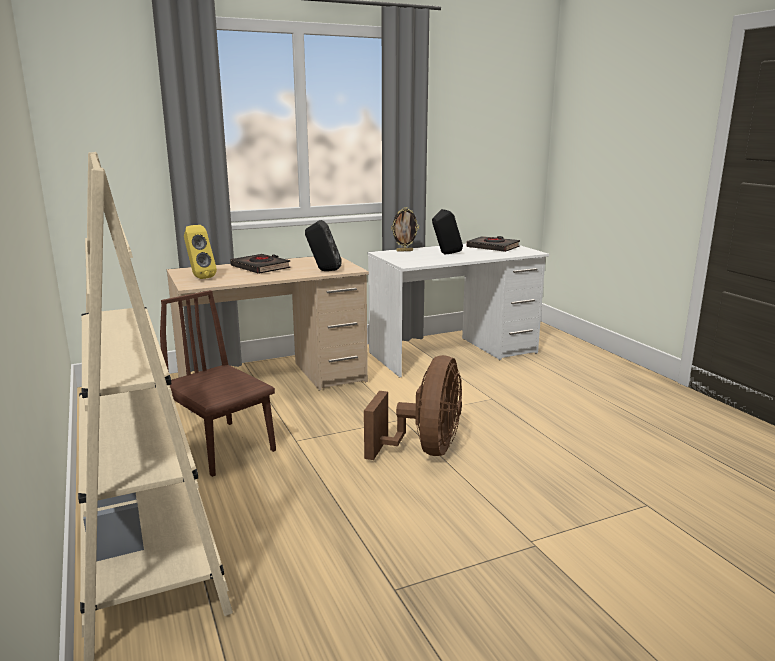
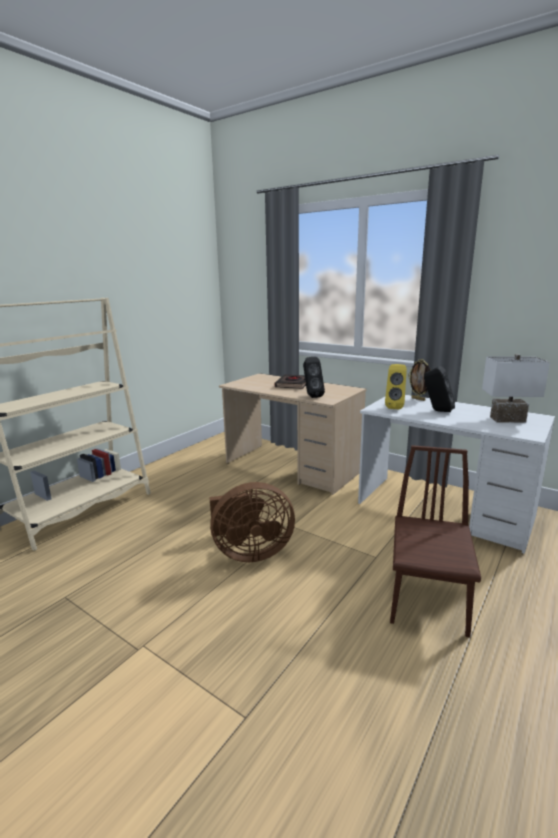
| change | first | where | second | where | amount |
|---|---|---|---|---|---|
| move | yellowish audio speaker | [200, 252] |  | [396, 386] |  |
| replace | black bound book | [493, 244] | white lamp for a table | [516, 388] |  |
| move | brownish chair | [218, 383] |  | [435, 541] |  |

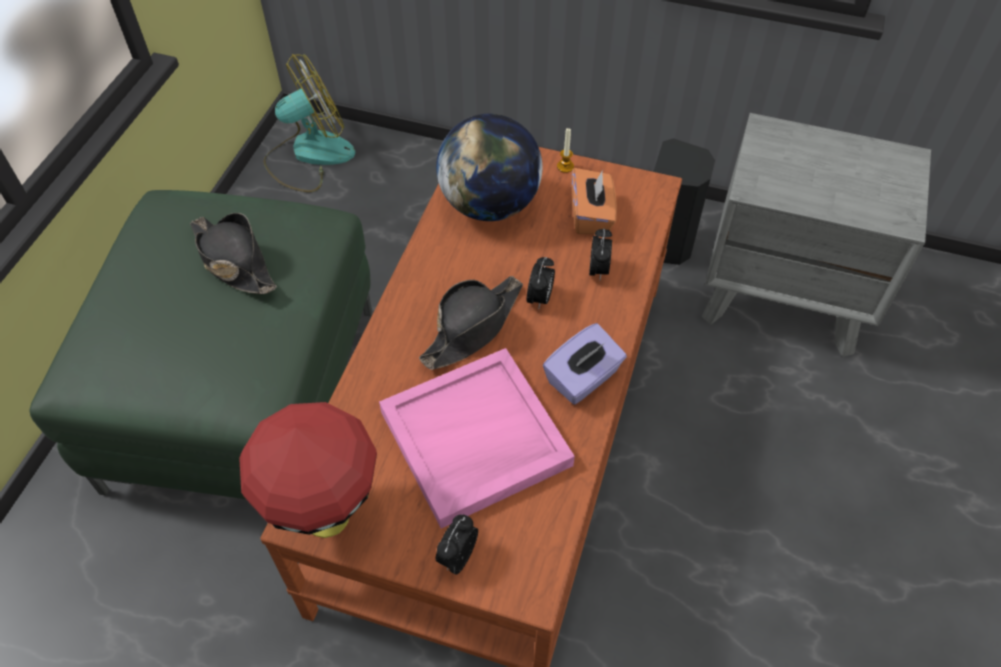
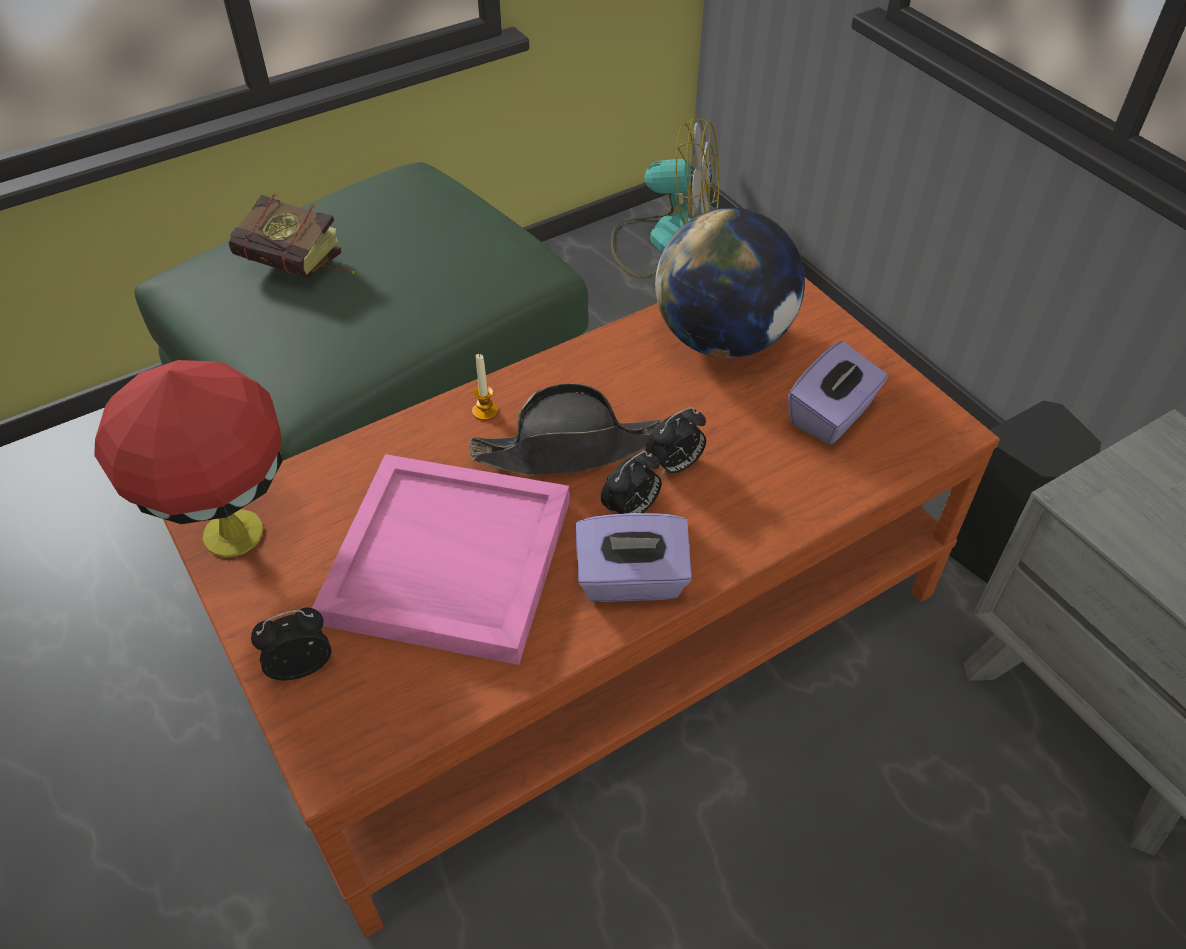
| change | first | where | second | where | amount |
|---|---|---|---|---|---|
| move | wax candle | [565, 150] |  | [485, 387] |  |
| recolor | orange tissue holder | [594, 201] | purplish tissue holder | [838, 393] |  |
| delete | black hat | [233, 253] |  |  |  |
| move | alarm clock | [600, 254] |  | [631, 482] |  |
| insert |  |  | bound book | [292, 235] |  |

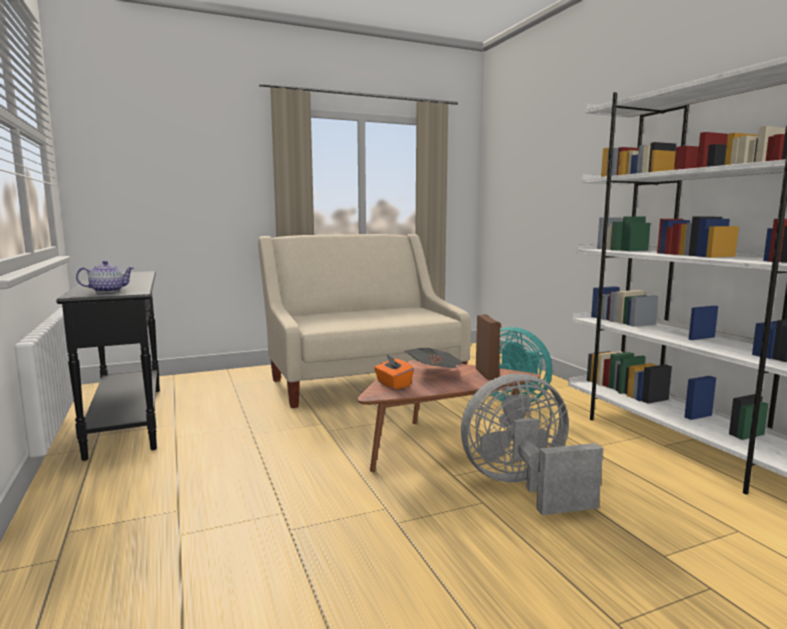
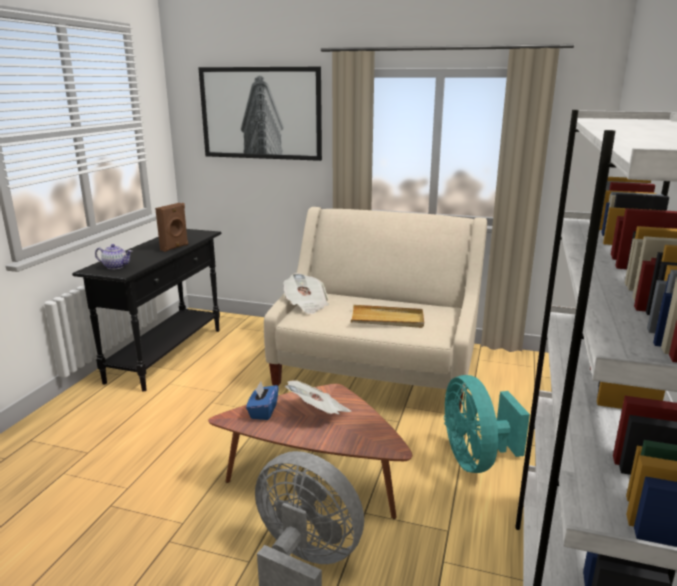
| change | first | where | second | where | amount |
|---|---|---|---|---|---|
| move | brownish audio speaker | [488, 347] |  | [171, 227] |  |
| recolor | orange tissue holder | [394, 372] | blue tissue holder | [262, 401] |  |
| insert |  |  | wall art | [260, 114] |  |
| insert |  |  | daily paper | [306, 293] |  |
| insert |  |  | sand-coloured serving tray | [387, 316] |  |

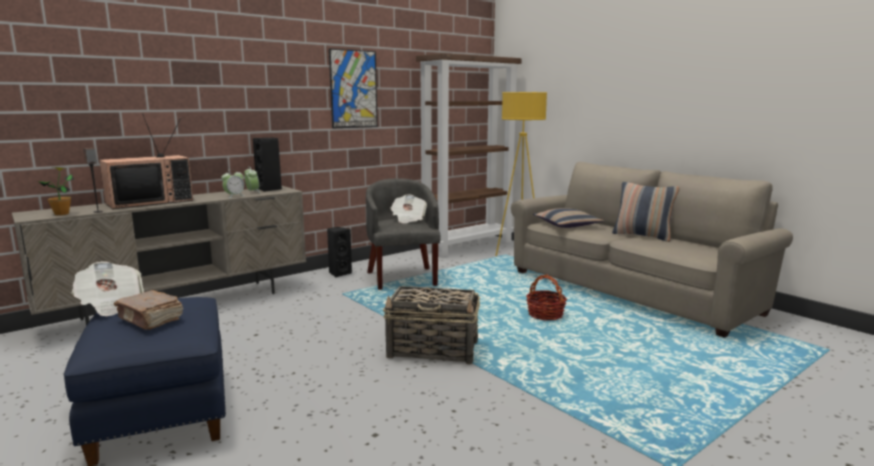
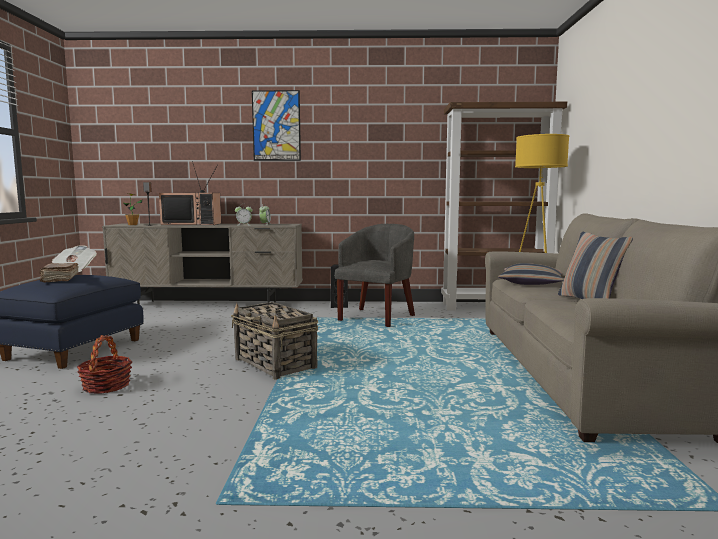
| change | first | where | second | where | amount |
|---|---|---|---|---|---|
| move | wall art | [353, 88] |  | [276, 125] |  |
| delete | black audio speaker | [267, 165] |  |  |  |
| delete | daily paper | [408, 208] |  |  |  |
| move | household basket | [546, 298] |  | [104, 364] |  |

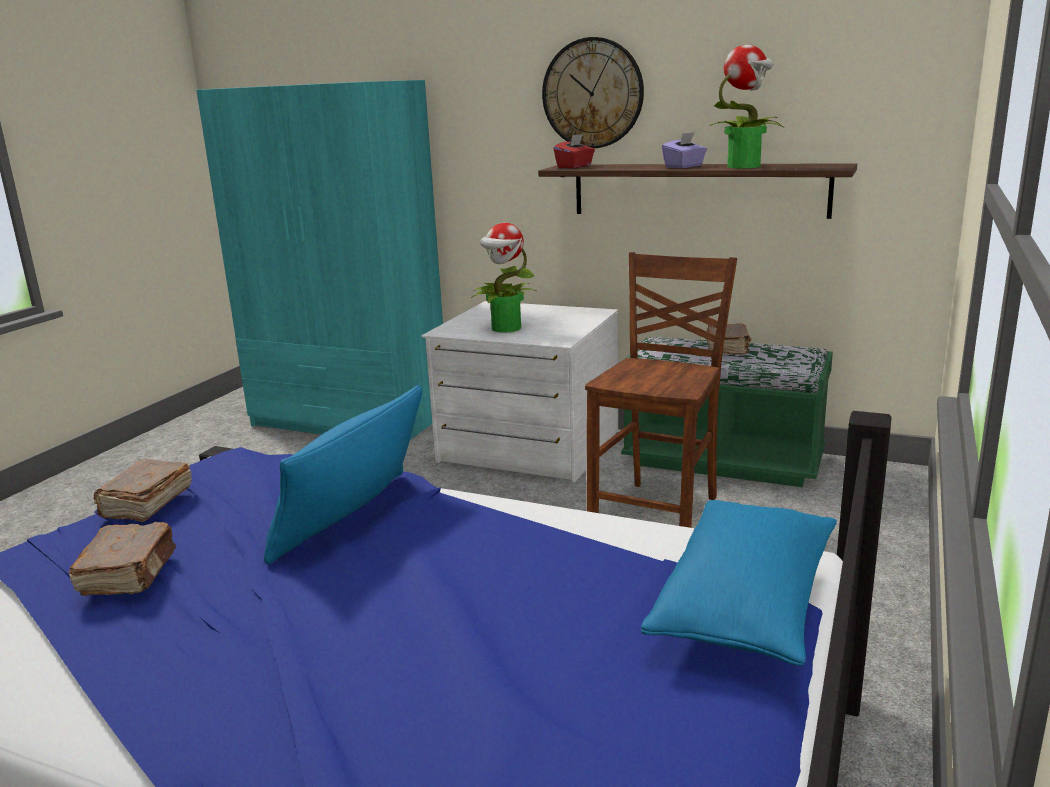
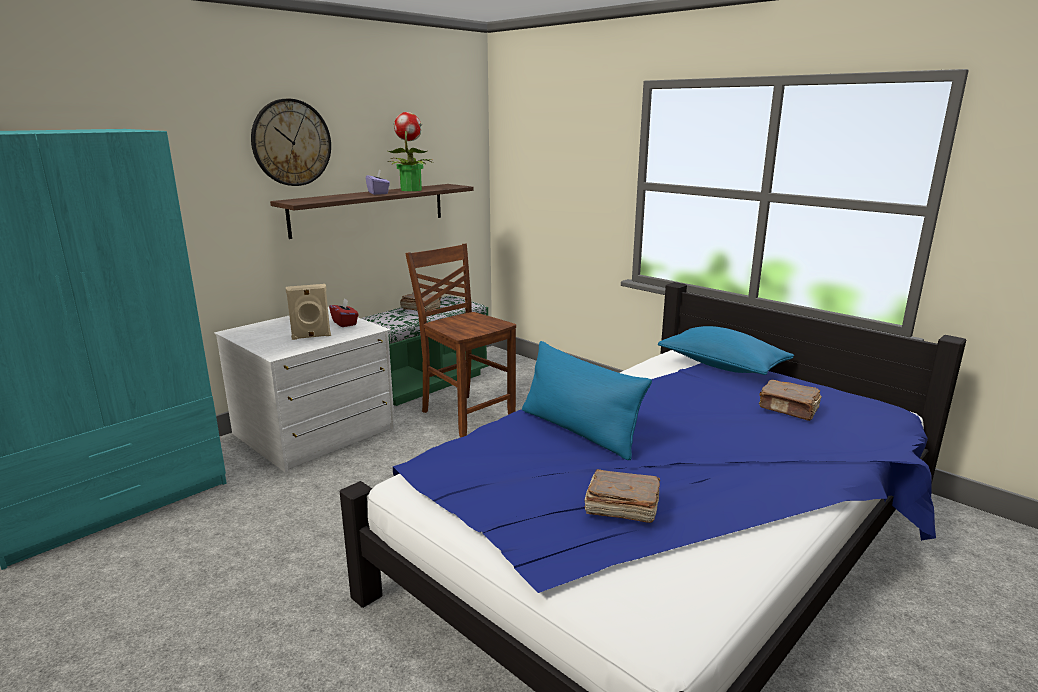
| change | first | where | second | where | amount |
|---|---|---|---|---|---|
| move | red tissue holder | [574, 151] |  | [344, 312] |  |
| replace | plant in a pot | [504, 277] | sand-coloured audio speaker | [308, 312] |  |
| move | brownish bound book | [143, 490] |  | [790, 400] |  |

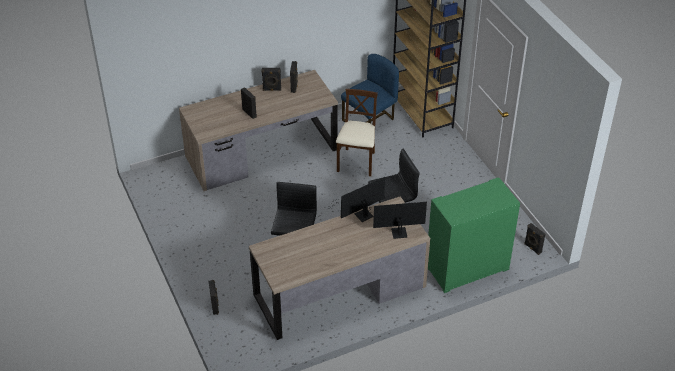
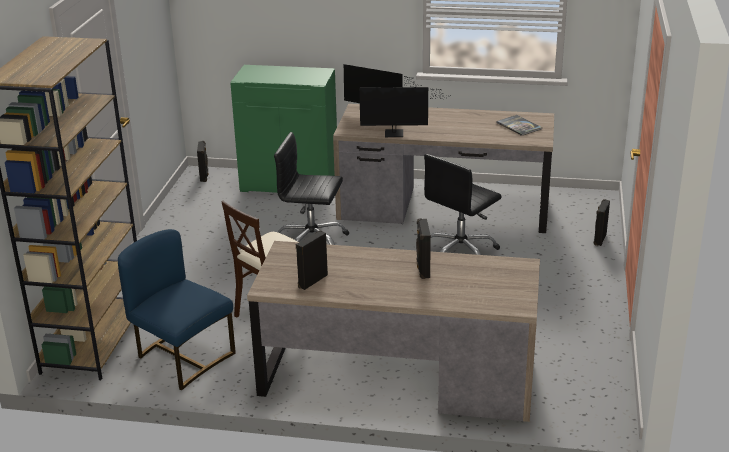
| change | first | where | second | where | amount |
|---|---|---|---|---|---|
| rotate | blue chair | [370, 88] |  | [177, 309] | 45 degrees clockwise |
| delete | black audio speaker | [271, 79] |  |  |  |
| insert |  |  | bound book | [519, 125] |  |

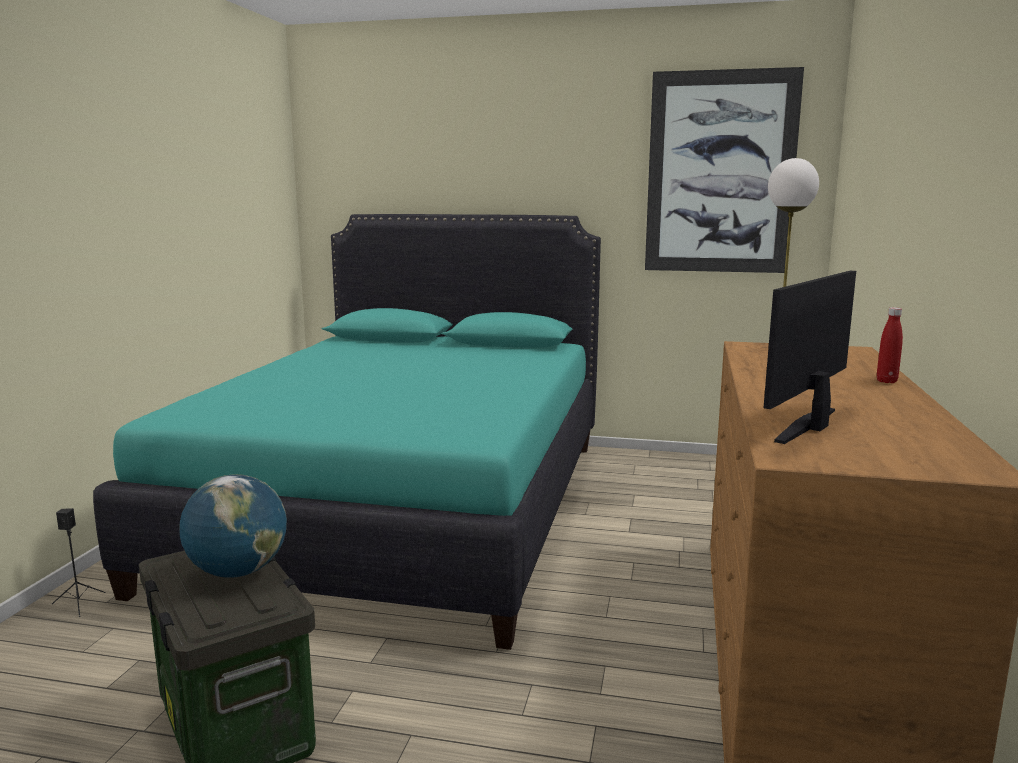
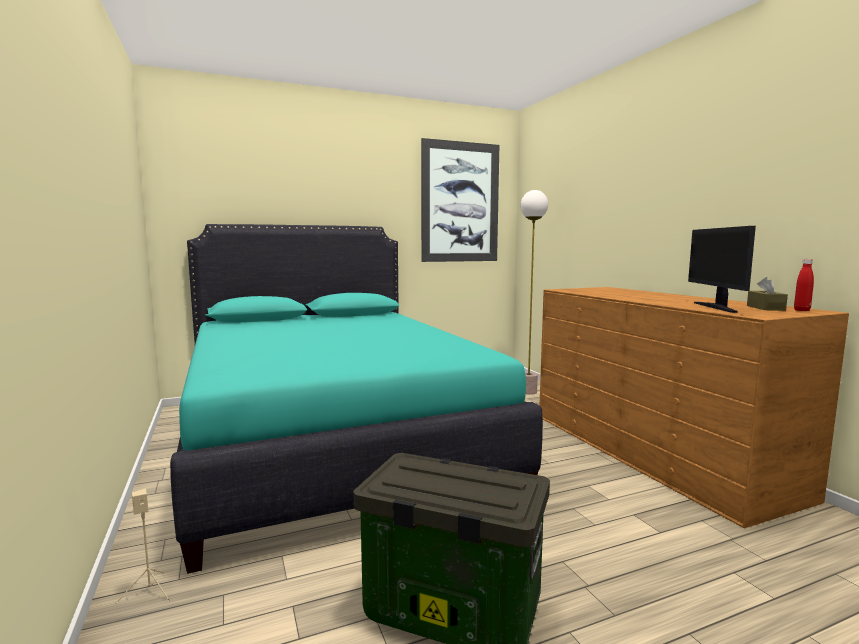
| change | first | where | second | where | amount |
|---|---|---|---|---|---|
| move | red beverage bottle | [890, 345] |  | [804, 285] |  |
| delete | desk globe | [233, 525] |  |  |  |
| recolor | black audio speaker | [79, 562] | sand-coloured audio speaker | [143, 546] |  |
| insert |  |  | brownish tissue holder | [767, 294] |  |

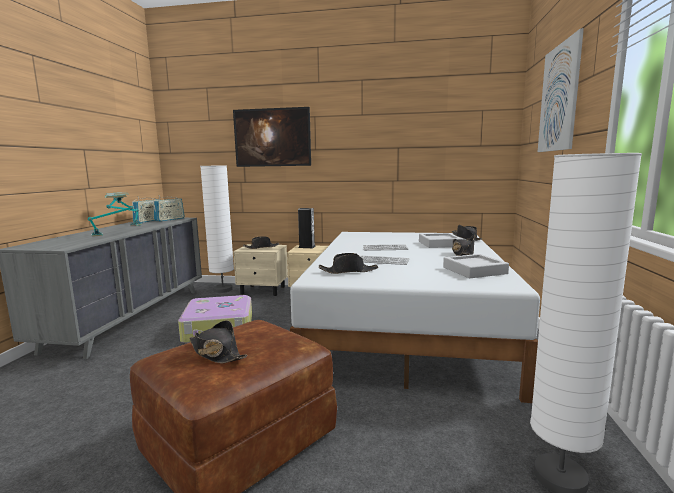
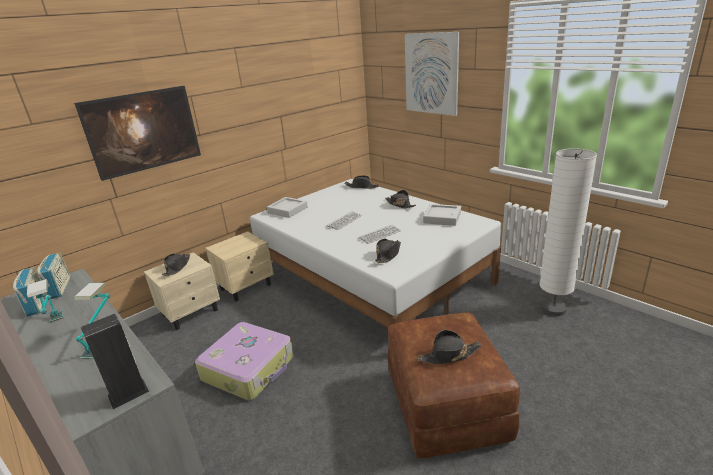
| change | first | where | second | where | amount |
|---|---|---|---|---|---|
| delete | white standing lamp | [217, 229] |  |  |  |
| move | audio speaker | [307, 228] |  | [115, 361] |  |
| move | greyish serving tray | [440, 240] |  | [287, 207] |  |

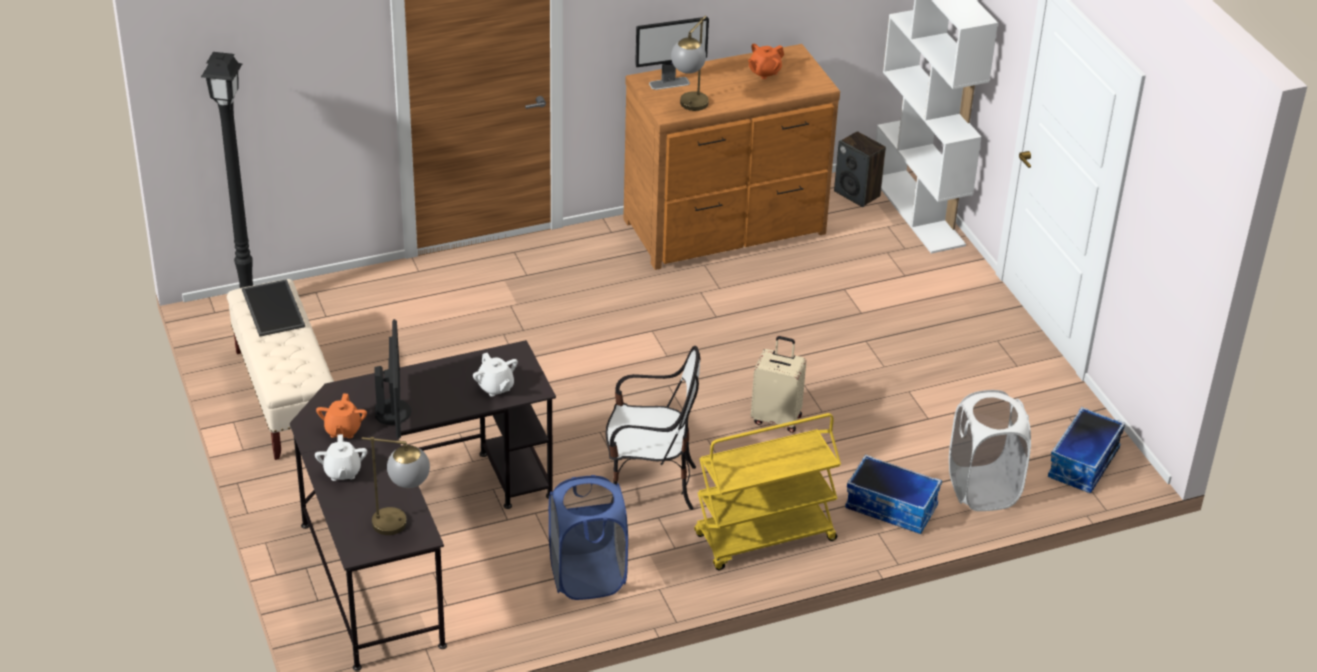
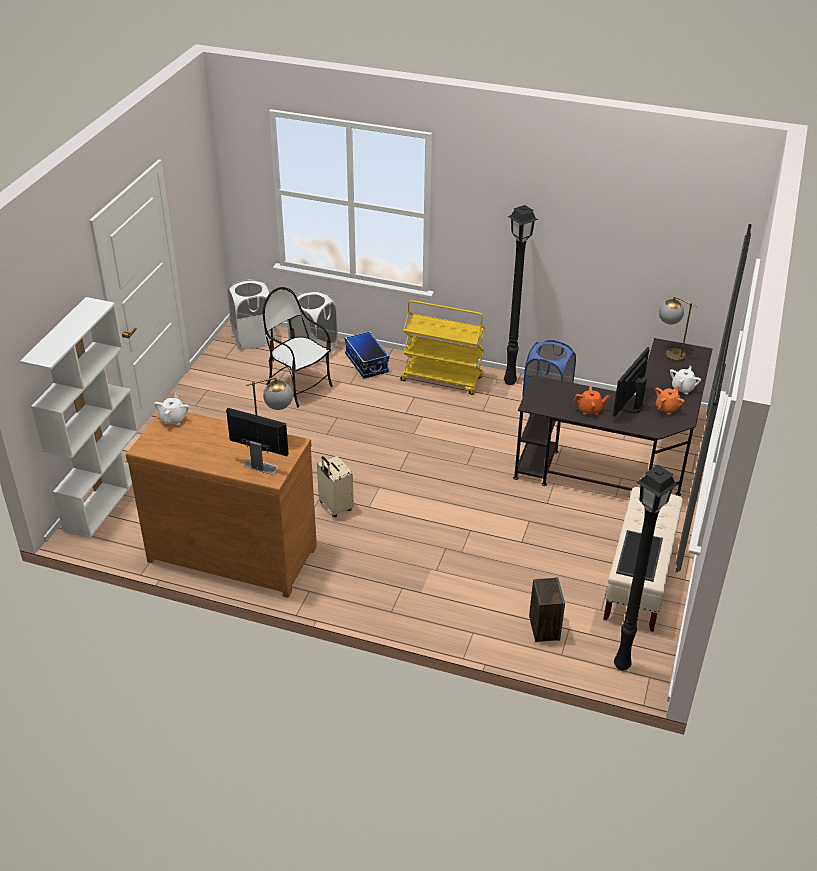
| change | first | where | second | where | amount |
|---|---|---|---|---|---|
| move | orange teapot | [766, 61] |  | [592, 400] |  |
| move | audio speaker | [860, 169] |  | [547, 609] |  |
| move | sand-coloured travel case | [778, 384] |  | [335, 486] |  |
| move | chair | [653, 428] |  | [298, 347] |  |
| move | white teapot | [495, 375] |  | [171, 409] |  |
| replace | storage box | [1086, 450] | white washing basket | [251, 314] |  |
| insert |  |  | black standing lamp | [521, 295] |  |

